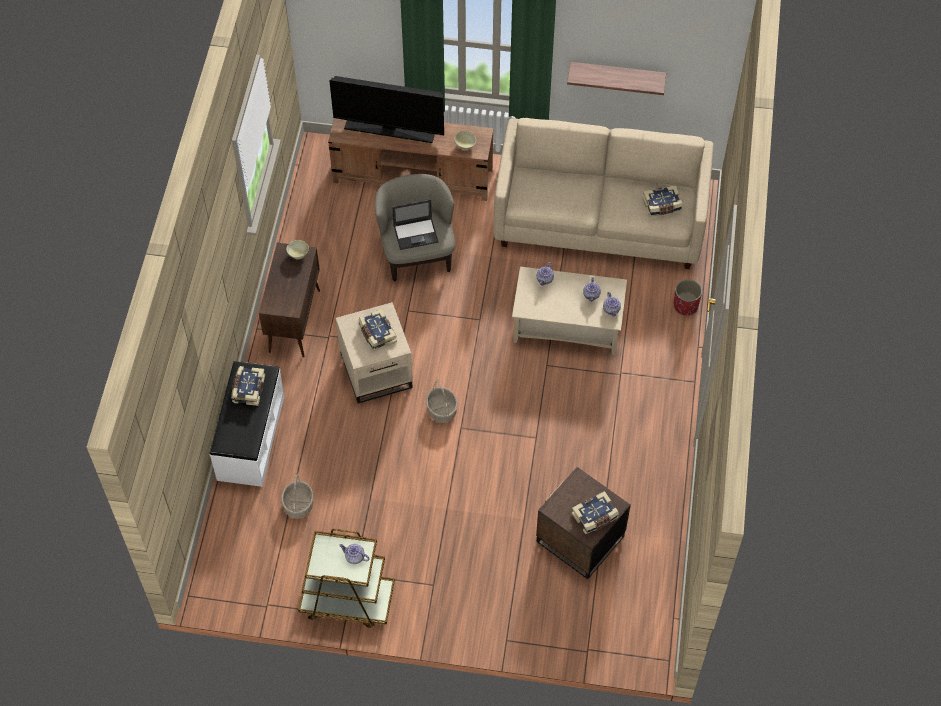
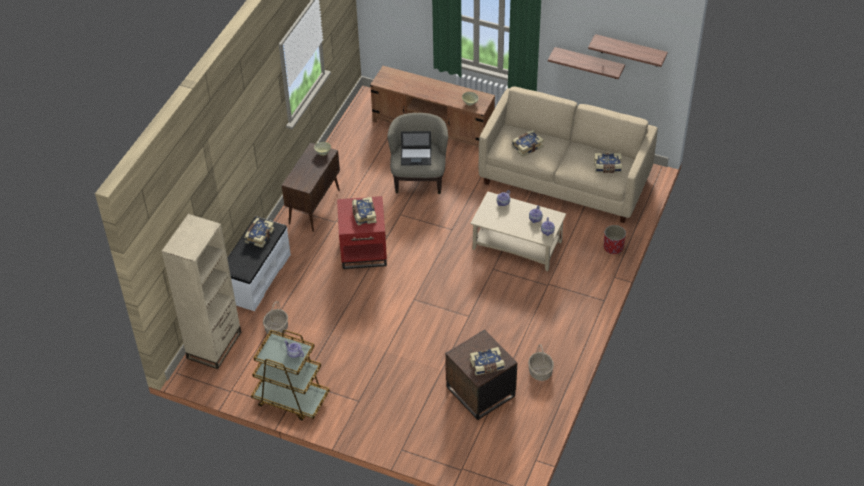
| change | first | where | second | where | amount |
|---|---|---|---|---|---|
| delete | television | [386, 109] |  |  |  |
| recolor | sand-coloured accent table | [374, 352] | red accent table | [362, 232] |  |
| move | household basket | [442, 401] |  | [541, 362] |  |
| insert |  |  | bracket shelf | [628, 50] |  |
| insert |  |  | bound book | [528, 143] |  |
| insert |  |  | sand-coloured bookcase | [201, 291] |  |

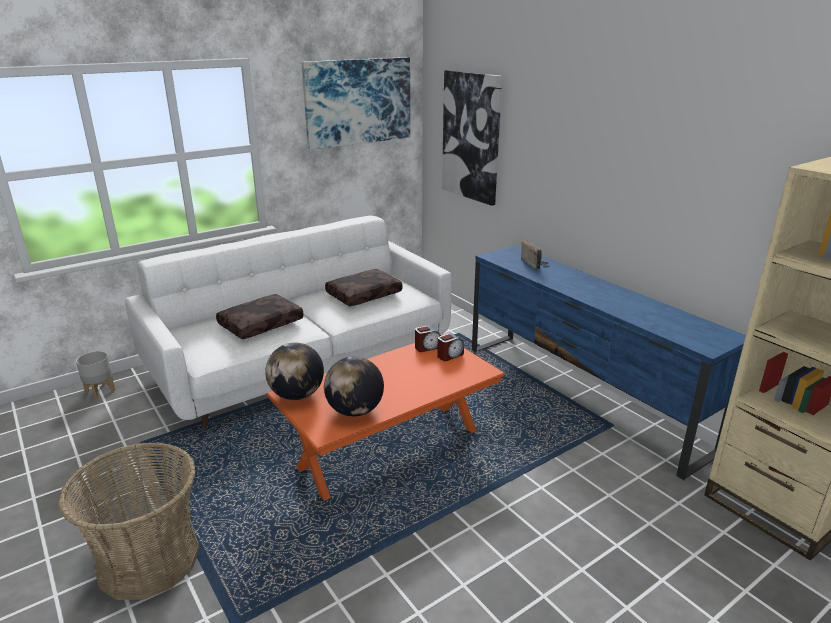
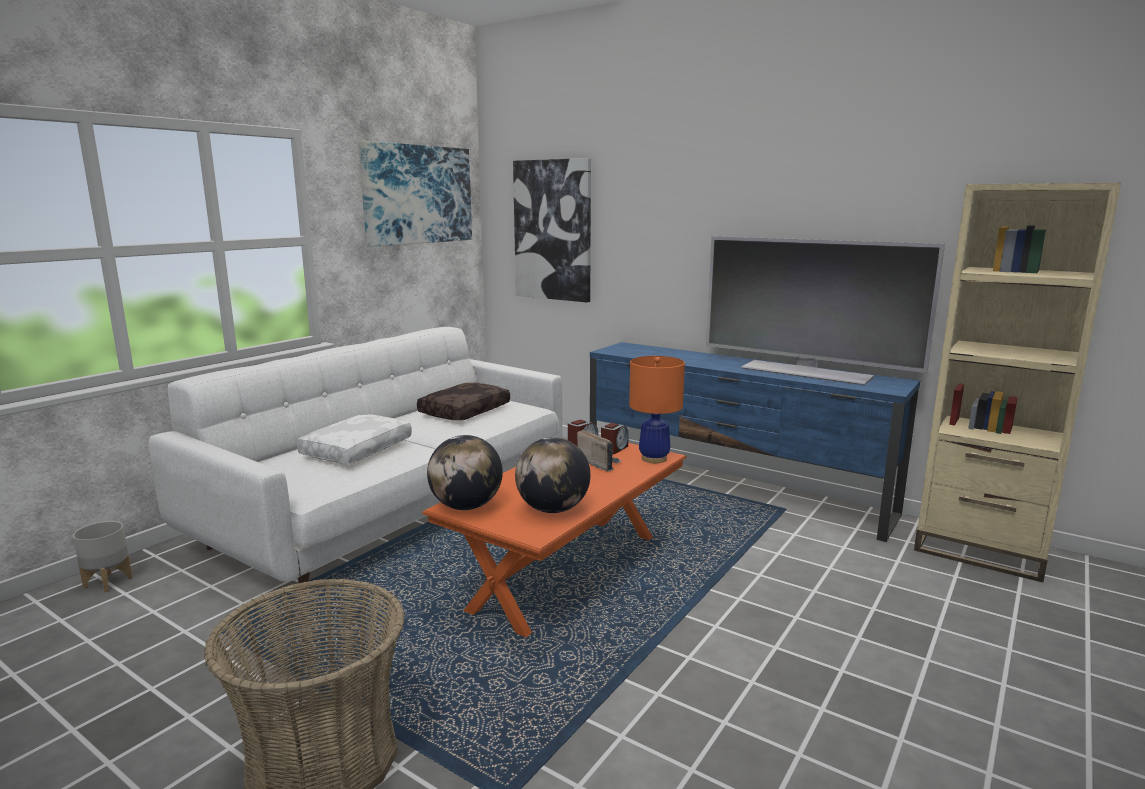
| change | first | where | second | where | amount |
|---|---|---|---|---|---|
| move | radio set | [535, 254] |  | [599, 450] |  |
| recolor | brownish pillow | [260, 317] | white pillow | [354, 439] |  |
| insert |  |  | television | [825, 310] |  |
| insert |  |  | orange lamp for a table | [657, 409] |  |

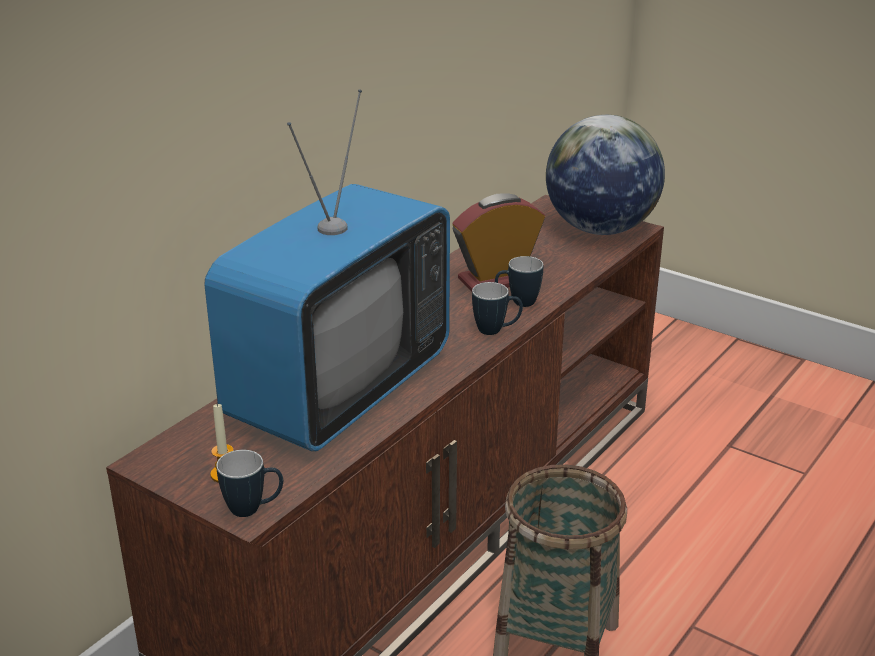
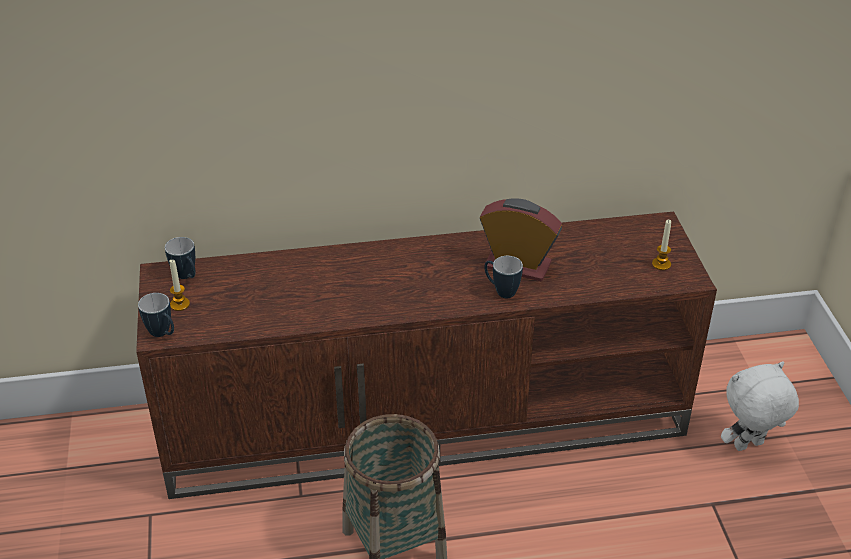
| change | first | where | second | where | amount |
|---|---|---|---|---|---|
| delete | television | [327, 270] |  |  |  |
| replace | desk globe | [605, 175] | wax candle | [661, 244] |  |
| move | tea mug | [497, 308] |  | [180, 258] |  |
| insert |  |  | white plush toy | [760, 406] |  |

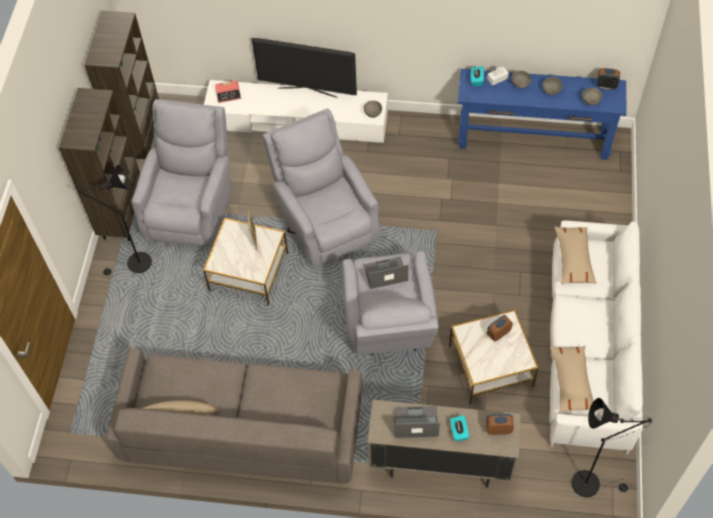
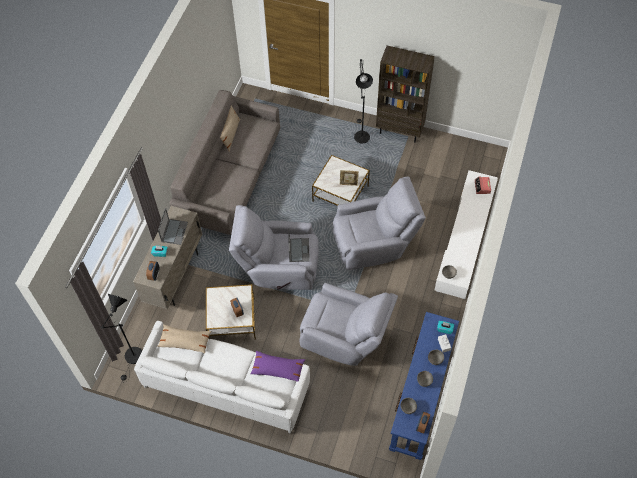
| change | first | where | second | where | amount |
|---|---|---|---|---|---|
| delete | brownish bookcase | [122, 85] |  |  |  |
| delete | television | [304, 68] |  |  |  |
| move | greyish armchair | [181, 173] |  | [349, 324] |  |
| recolor | sand-coloured pillow | [575, 255] | purplish pillow | [277, 366] |  |

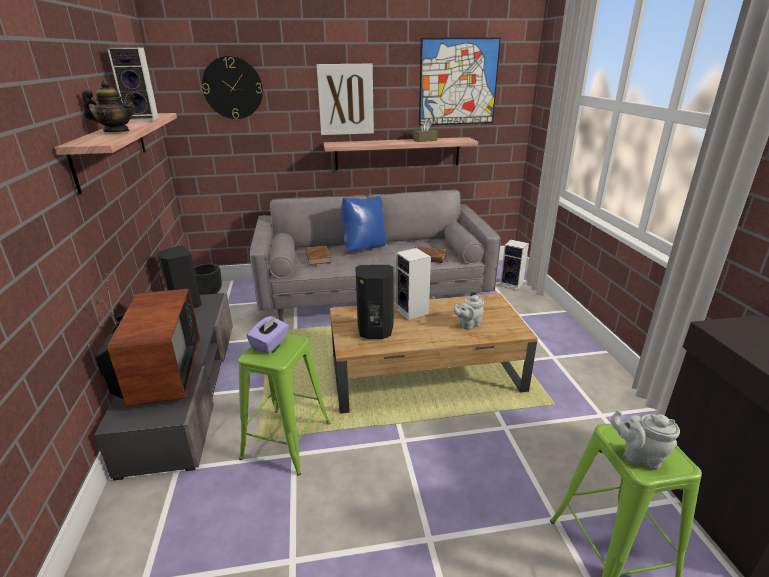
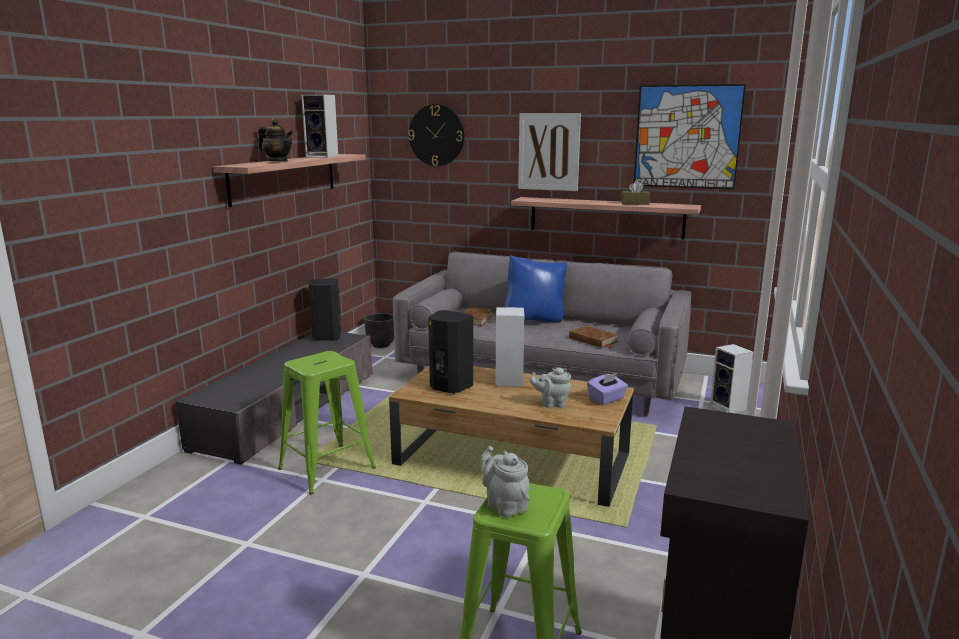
| change | first | where | second | where | amount |
|---|---|---|---|---|---|
| delete | television | [147, 339] |  |  |  |
| move | purplish tissue holder | [267, 335] |  | [607, 389] |  |

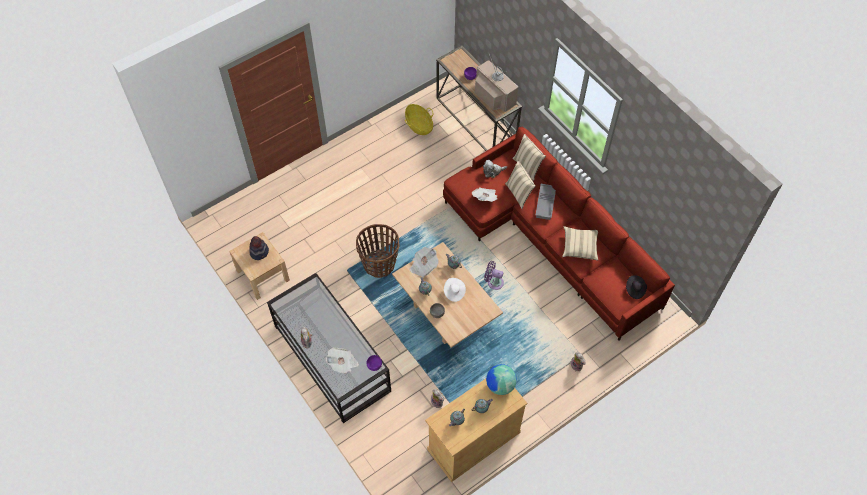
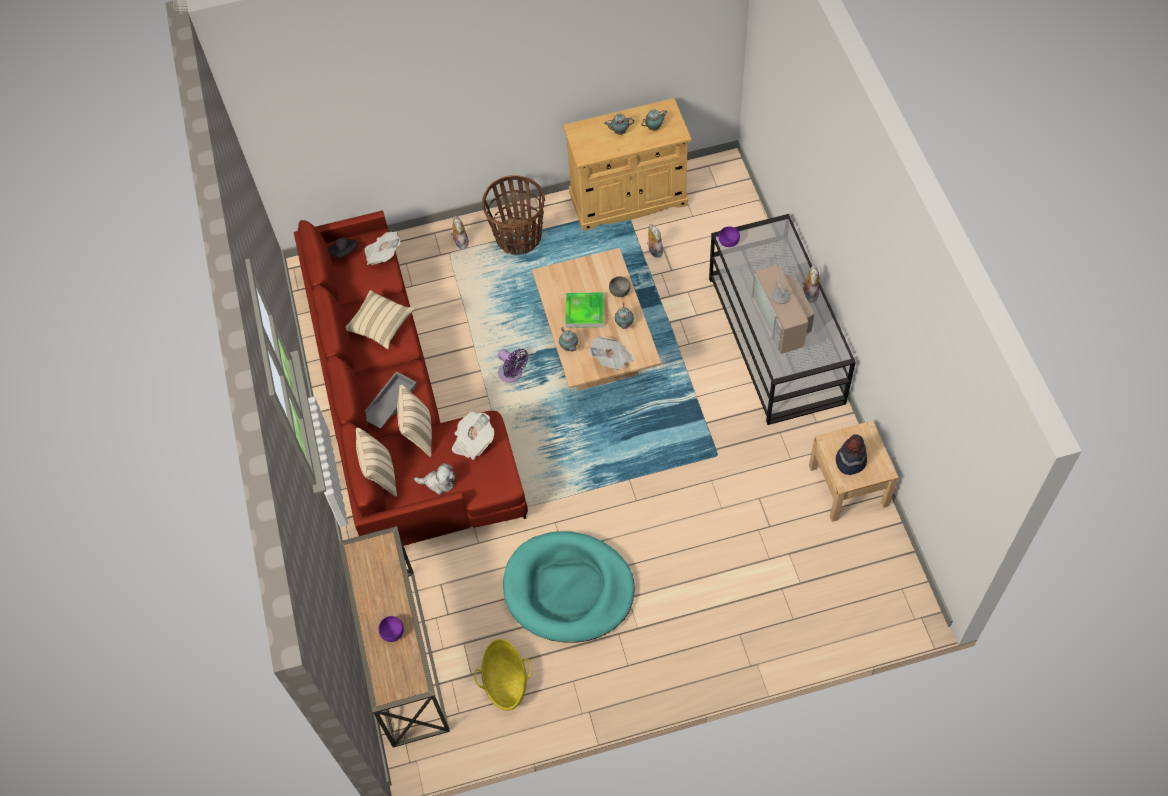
| change | first | where | second | where | amount |
|---|---|---|---|---|---|
| move | television | [496, 83] |  | [783, 304] |  |
| move | household basket | [377, 251] |  | [513, 215] |  |
| replace | white hat | [455, 290] | serving tray | [585, 310] |  |
| move | daily paper | [342, 360] |  | [382, 248] |  |
| delete | desk globe | [501, 379] |  |  |  |
| insert |  |  | turquoise dog bed | [569, 587] |  |

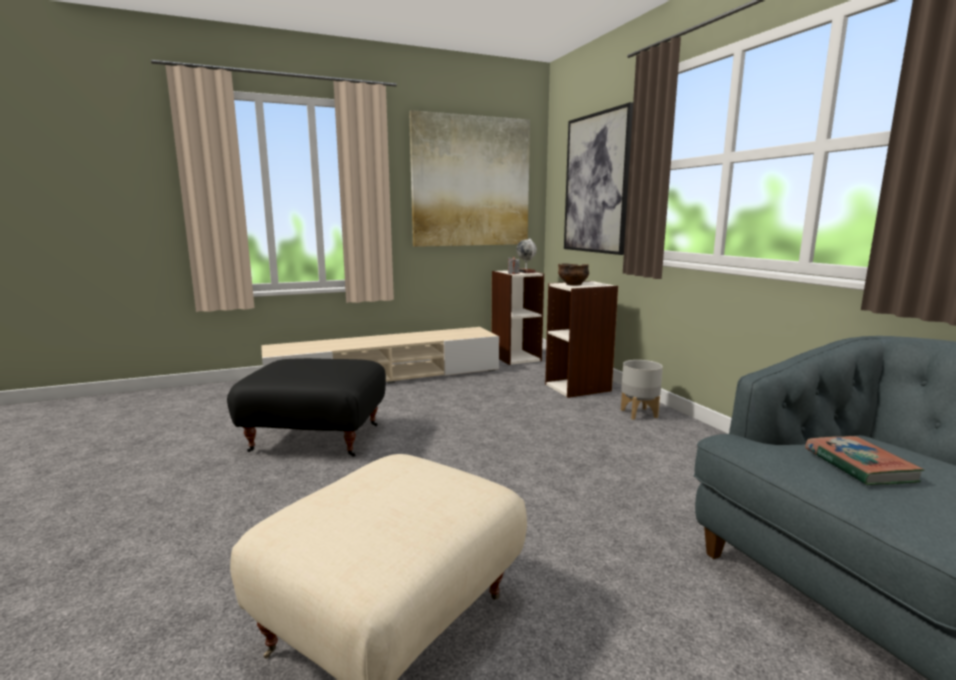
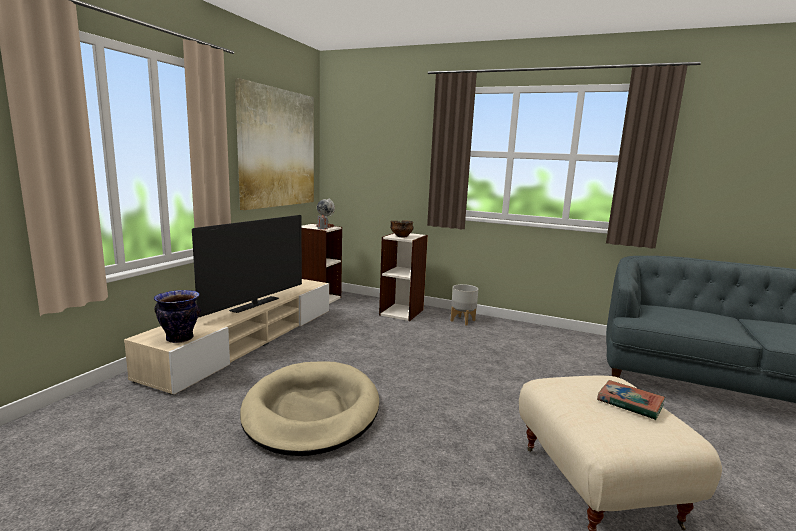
| change | first | where | second | where | amount |
|---|---|---|---|---|---|
| delete | wall art | [598, 178] |  |  |  |
| replace | black ottoman | [306, 407] | sand-coloured dog bed | [309, 408] |  |
| move | bound book | [865, 460] |  | [631, 400] |  |
| insert |  |  | television | [247, 266] |  |
| insert |  |  | vase | [177, 316] |  |

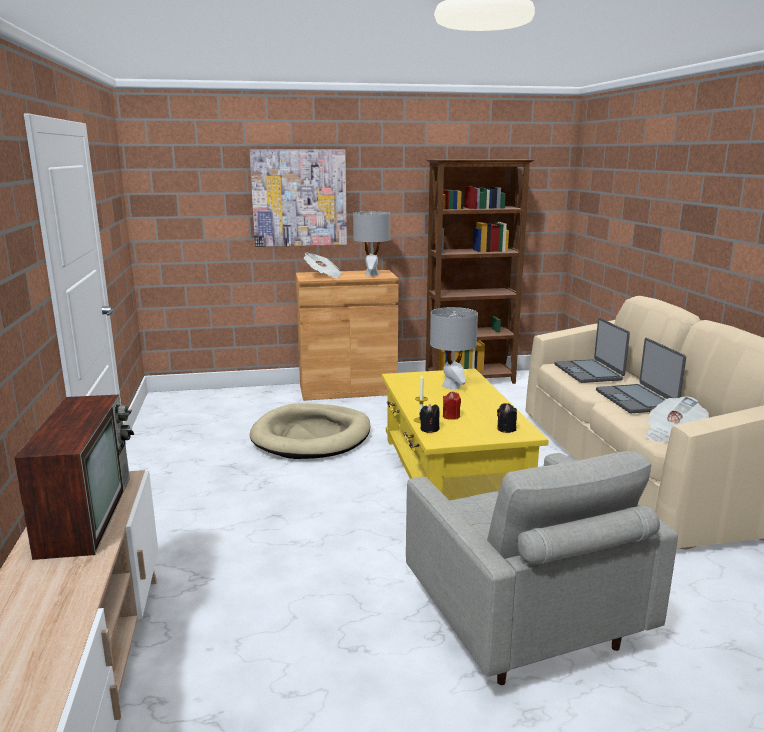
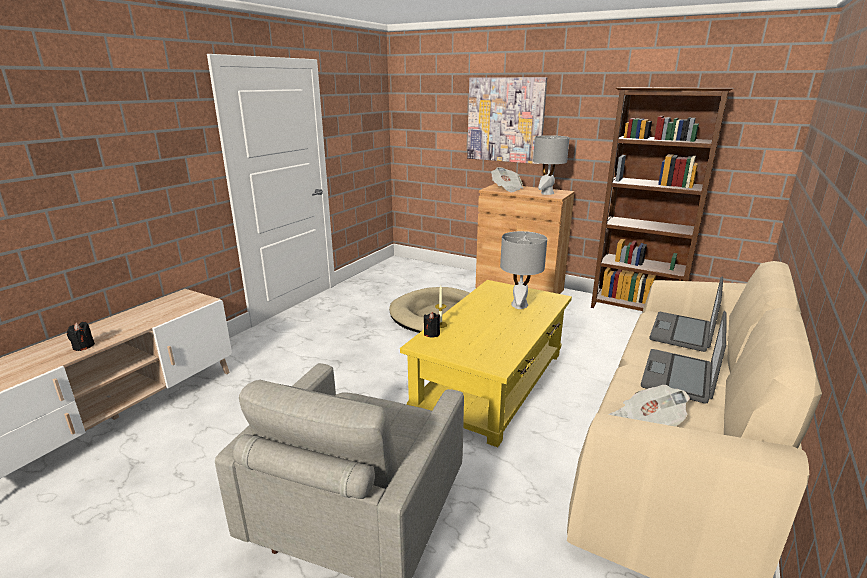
| change | first | where | second | where | amount |
|---|---|---|---|---|---|
| delete | red wax candle | [452, 406] |  |  |  |
| delete | television | [74, 477] |  |  |  |
| move | black wax candle | [507, 418] |  | [81, 336] |  |

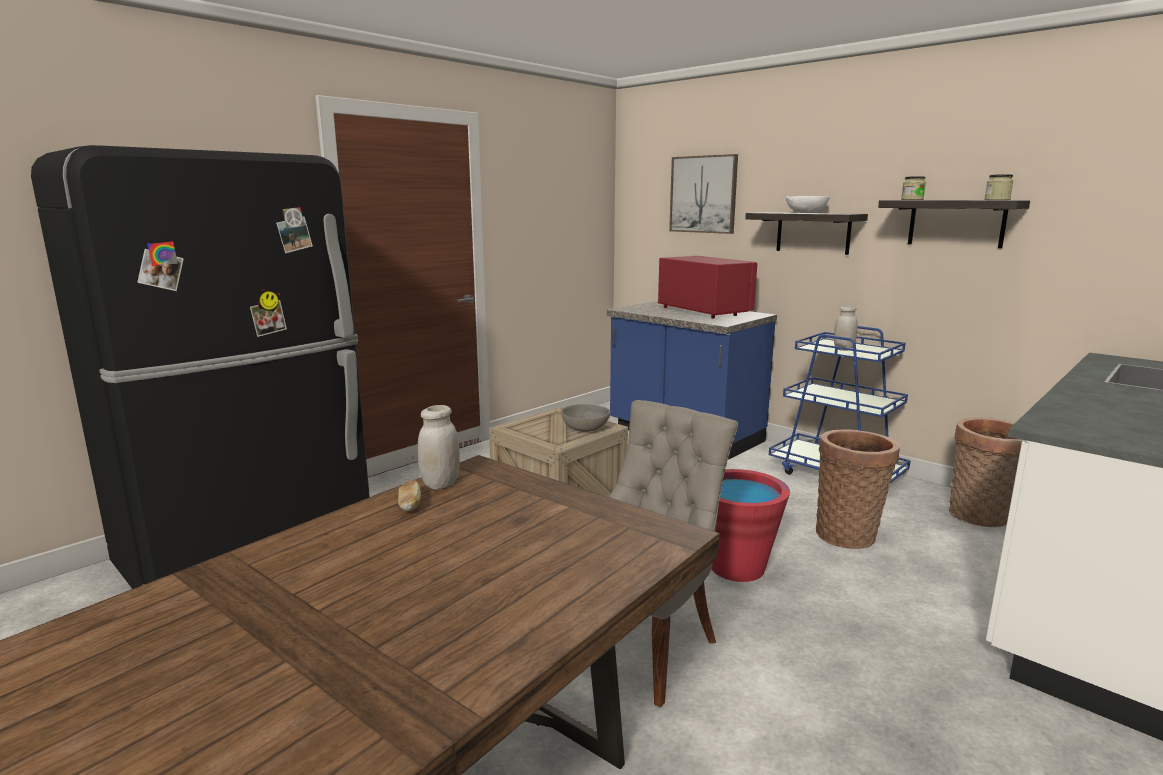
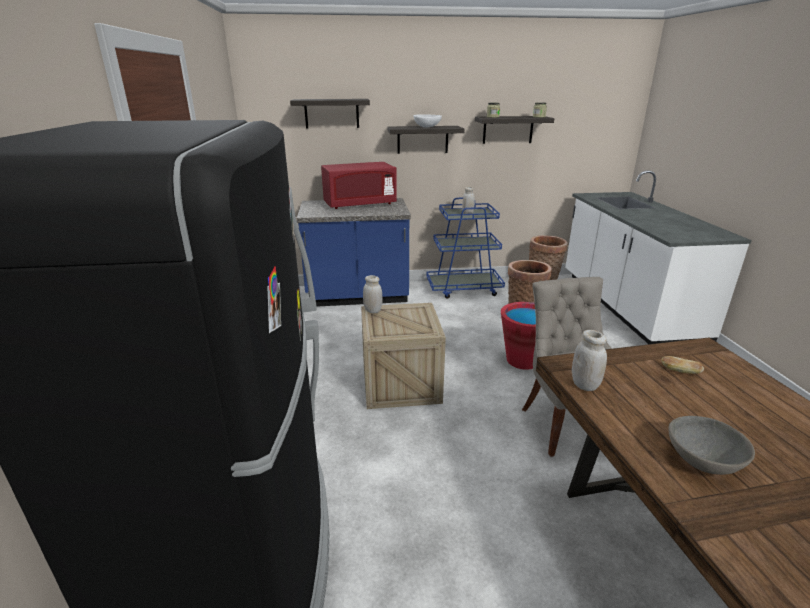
| change | first | where | second | where | amount |
|---|---|---|---|---|---|
| replace | wall art | [703, 194] | bracket shelf | [330, 113] |  |
| rotate | red microwave oven | [707, 287] |  | [359, 185] | 150 degrees clockwise |
| move | greyish serving bowl | [585, 418] |  | [711, 445] |  |
| move | bakery bread | [409, 495] |  | [682, 365] |  |
| insert |  |  | white preserve jar | [373, 294] |  |

